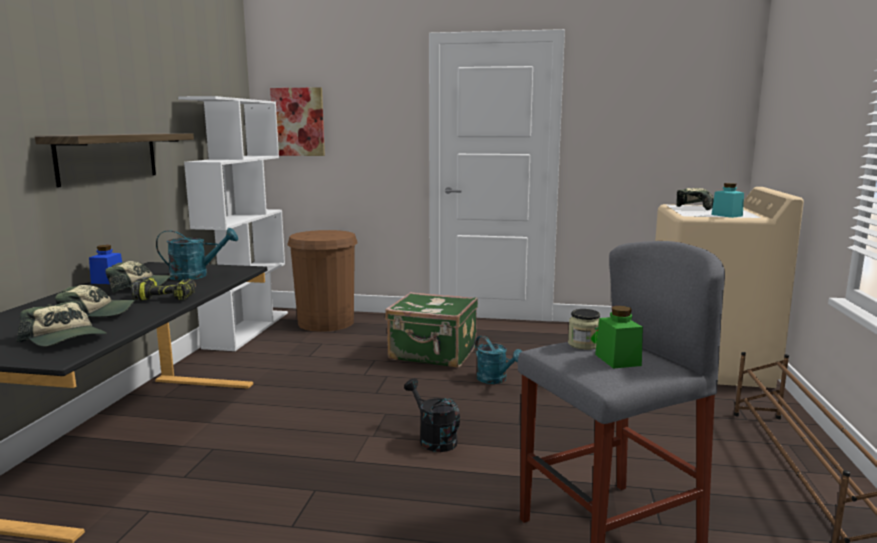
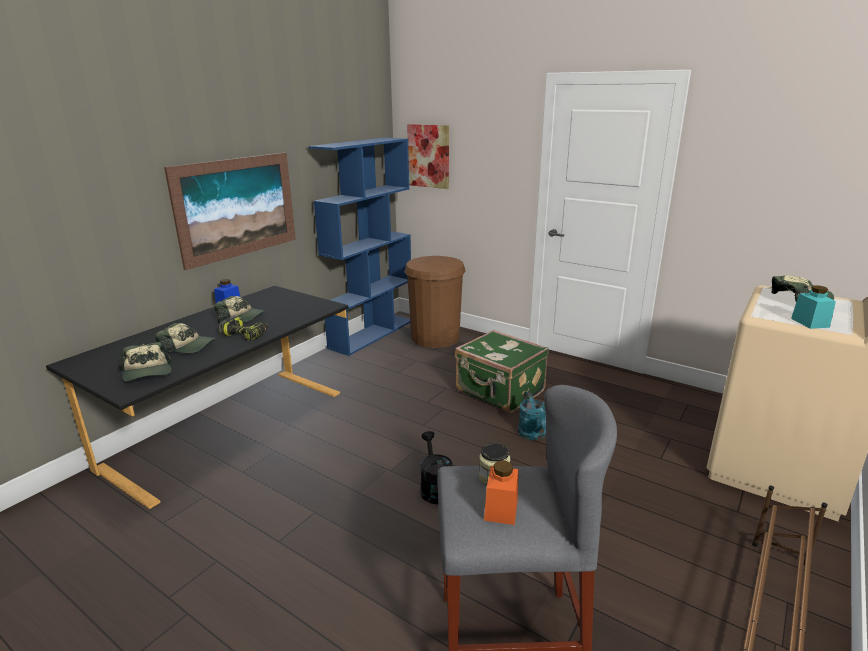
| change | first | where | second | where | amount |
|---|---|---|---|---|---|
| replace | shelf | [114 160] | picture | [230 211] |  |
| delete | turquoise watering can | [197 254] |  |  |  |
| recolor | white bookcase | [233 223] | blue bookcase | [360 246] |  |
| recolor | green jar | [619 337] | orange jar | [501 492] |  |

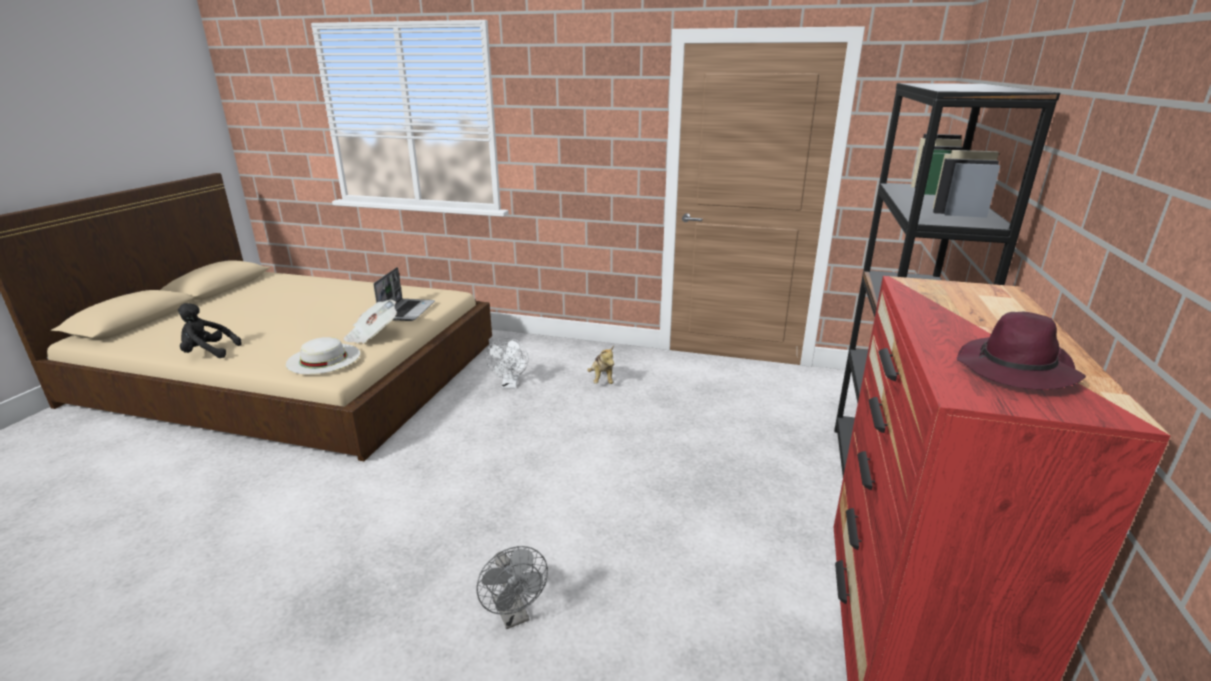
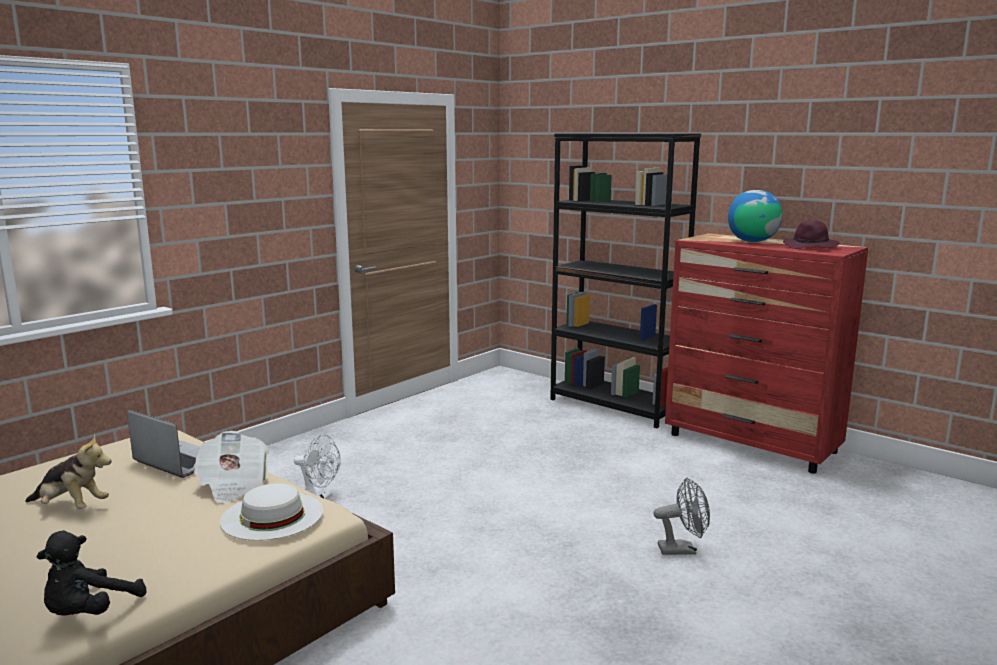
| change | first | where | second | where | amount |
|---|---|---|---|---|---|
| move | plush toy | [600 365] |  | [68 471] |  |
| insert |  |  | globe | [755 216] |  |

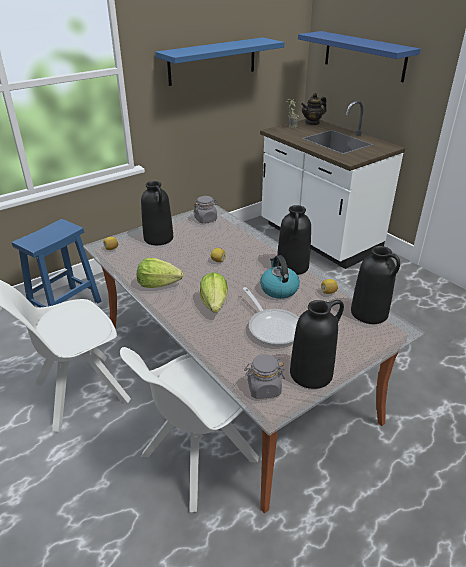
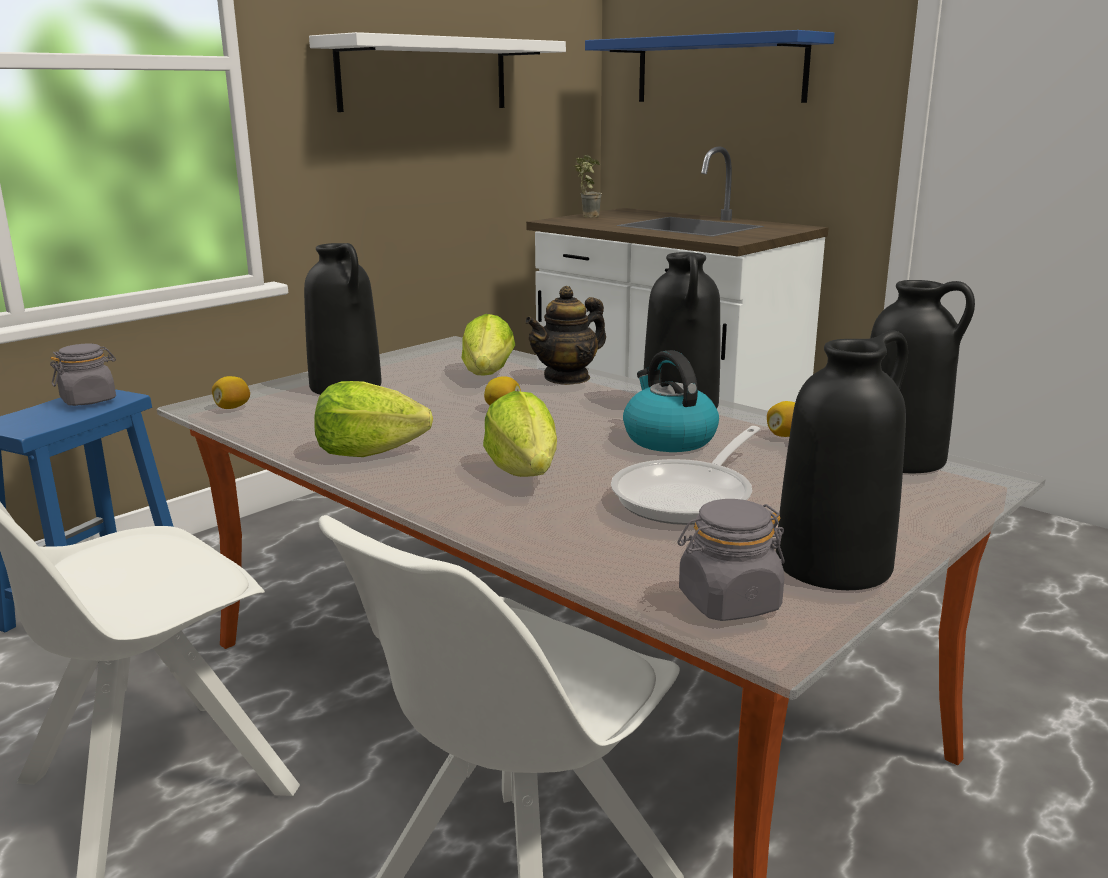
| change | first | where | second | where | amount |
|---|---|---|---|---|---|
| recolor | blue shelf | [220 61] | white shelf | [437 72] |  |
| move | grey jar | [205 209] |  | [83 375] |  |
| rotate | frying pan | [271 316] |  | [685 475] | 75 degrees clockwise |
| move | teapot | [314 109] |  | [565 335] |  |
| insert |  |  | lettuce | [488 344] |  |

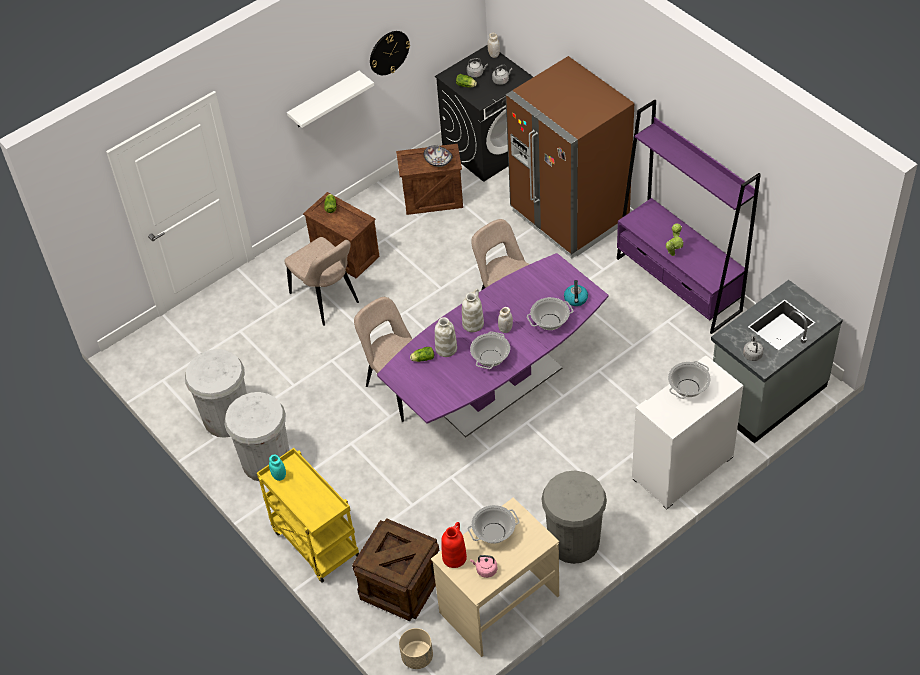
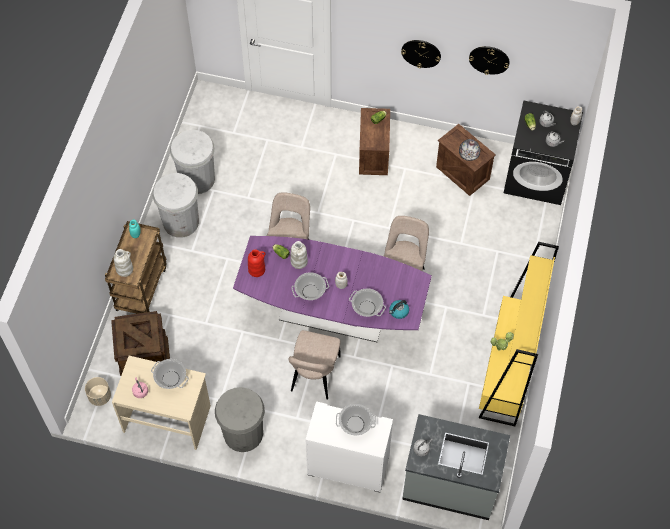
| change | first | where | second | where | amount |
|---|---|---|---|---|---|
| recolor | yellow cart | [308 515] | brown cart | [136 267] |  |
| move | beige chair | [321 281] |  | [314 365] |  |
| replace | white shelf | [330 99] | wall clock | [421 54] |  |
| move | red vase | [454 545] |  | [257 263] |  |
| move | white vase | [473 310] |  | [123 263] |  |
| delete | brown fridge | [569 157] |  |  |  |
| recolor | purple bookcase | [689 217] | yellow bookcase | [519 334] |  |

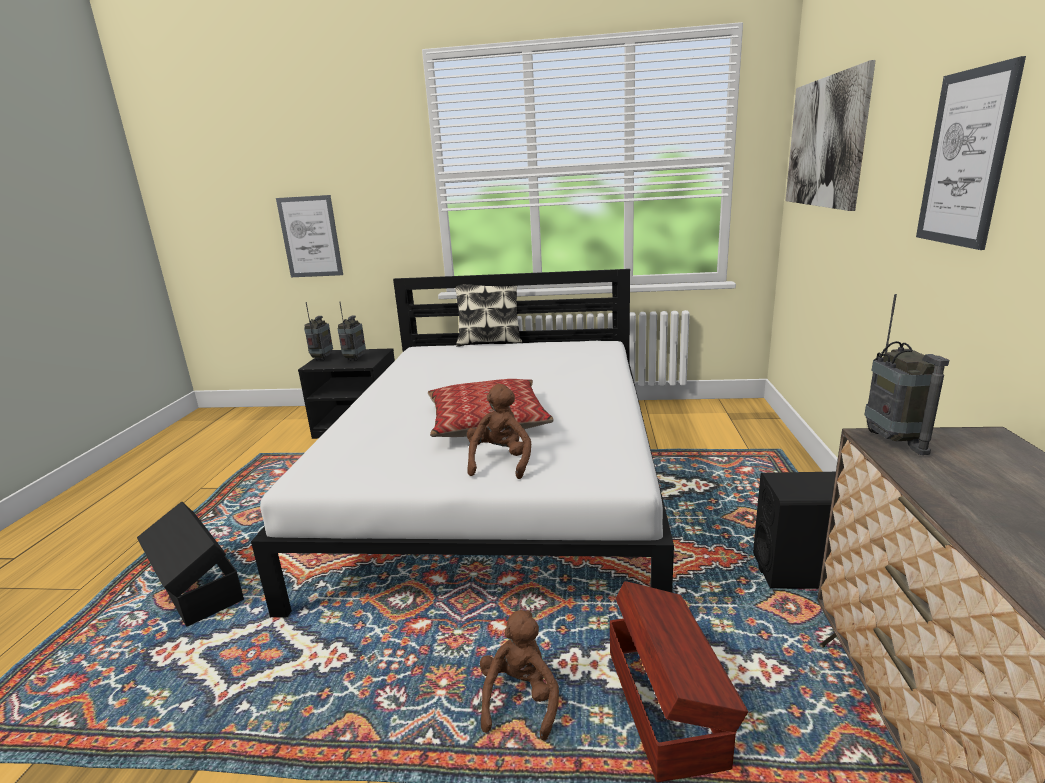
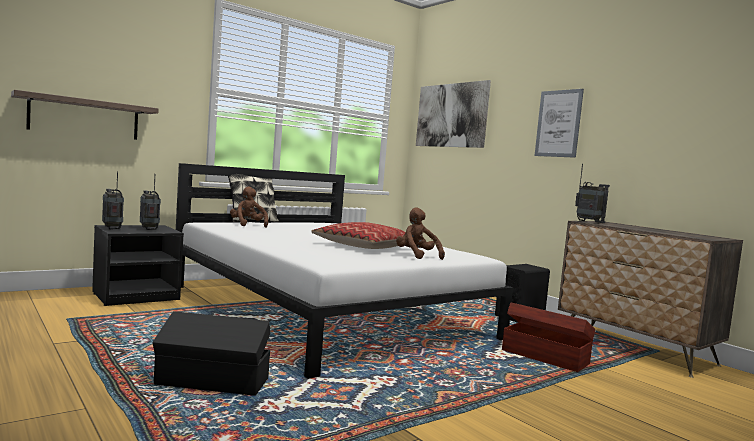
| change | first | where | second | where | amount |
|---|---|---|---|---|---|
| replace | picture | [309 236] | shelf | [85 115] |  |
| move | brown plush toy | [519 675] |  | [249 207] |  |

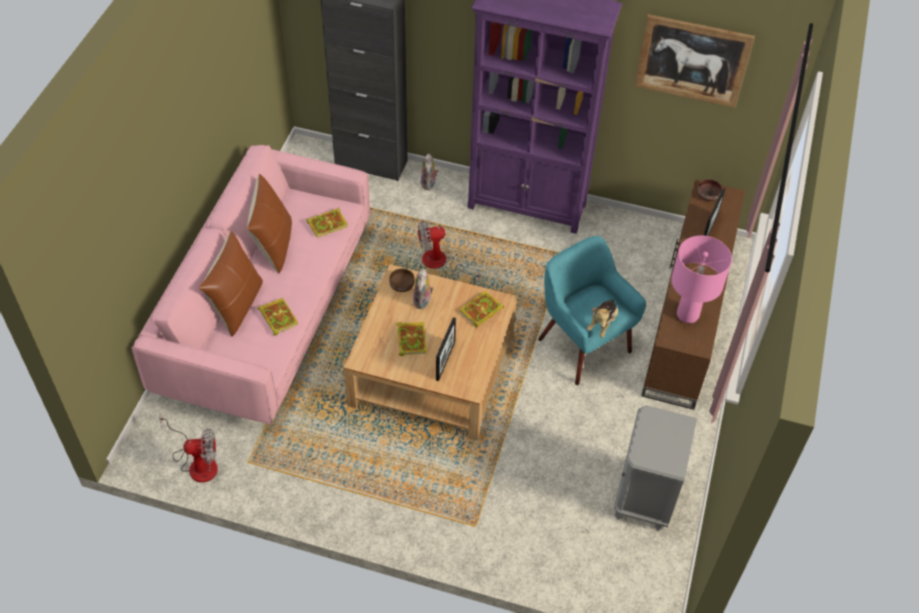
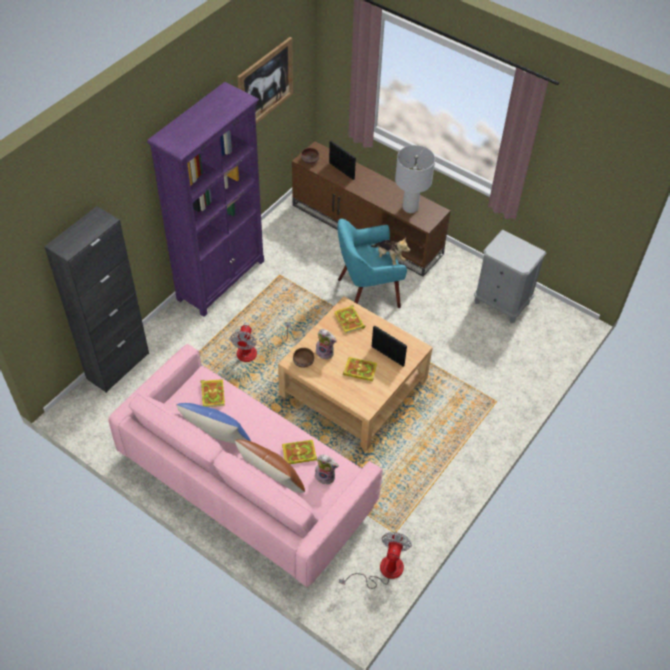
| change | first | where | second | where | amount |
|---|---|---|---|---|---|
| recolor | brown pillow | [269 223] | blue pillow | [213 423] |  |
| move | plush toy | [429 171] |  | [327 469] |  |
| recolor | pink table lamp | [701 279] | grey table lamp | [415 179] |  |

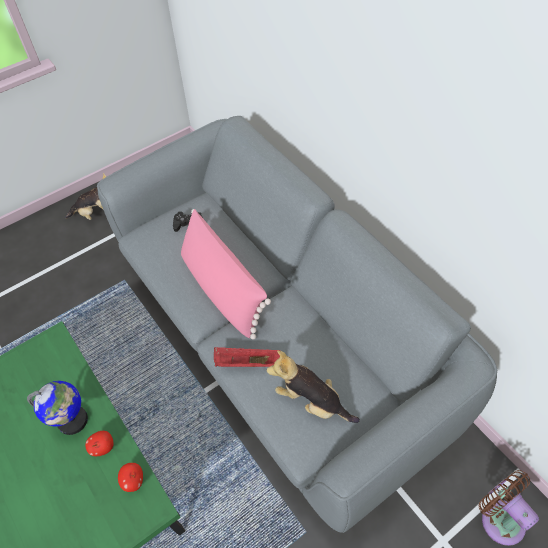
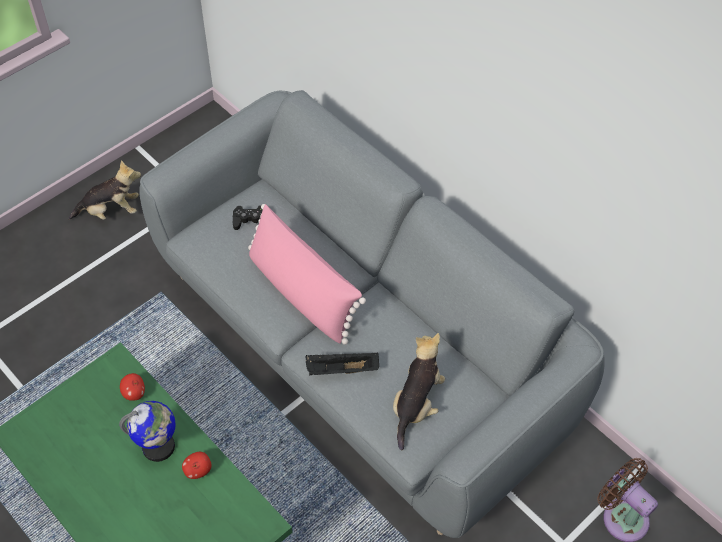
| change | first | where | second | where | amount |
|---|---|---|---|---|---|
| move | apple | [130 477] |  | [132 387] |  |
| recolor | red tray | [247 357] | black tray | [342 364] |  |
| rotate | plush toy | [313 386] |  | [419 391] | 90 degrees clockwise |

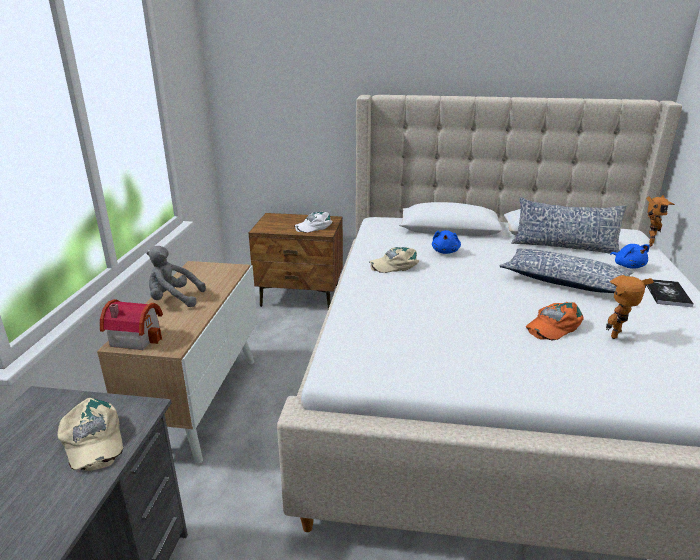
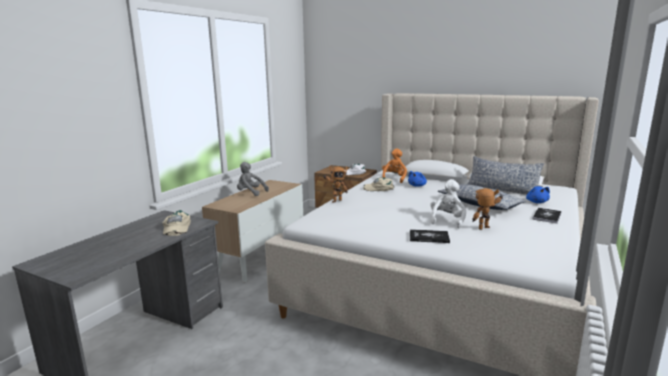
| change | first | where | second | where | amount |
|---|---|---|---|---|---|
| delete | toy house | [131 324] |  |  |  |
| replace | orange cap | [555 321] | white plush toy | [448 203] |  |
| move | toy robot | [660 221] |  | [335 183] |  |
| insert |  |  | orange plush toy | [394 165] |  |
| insert |  |  | book | [430 236] |  |

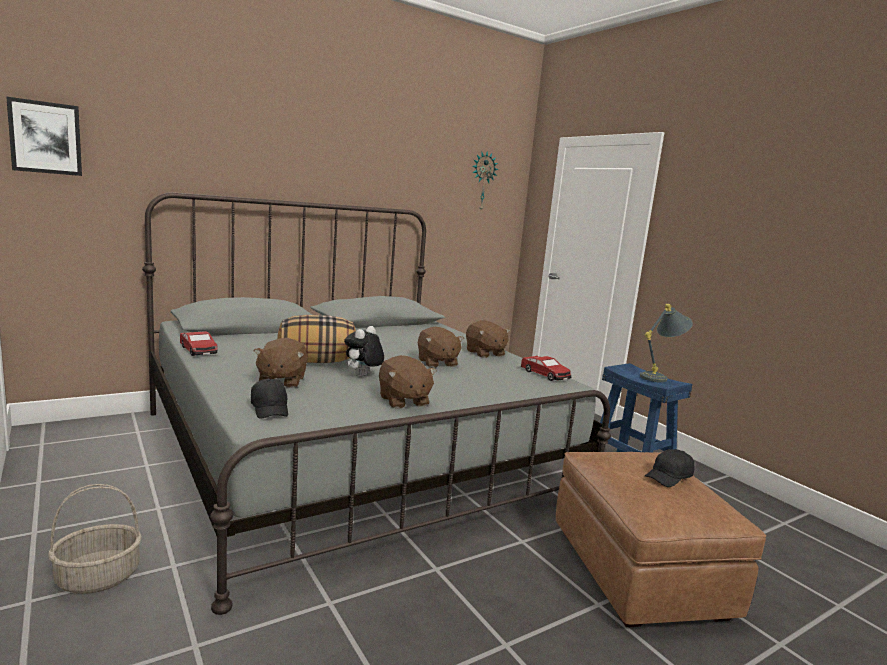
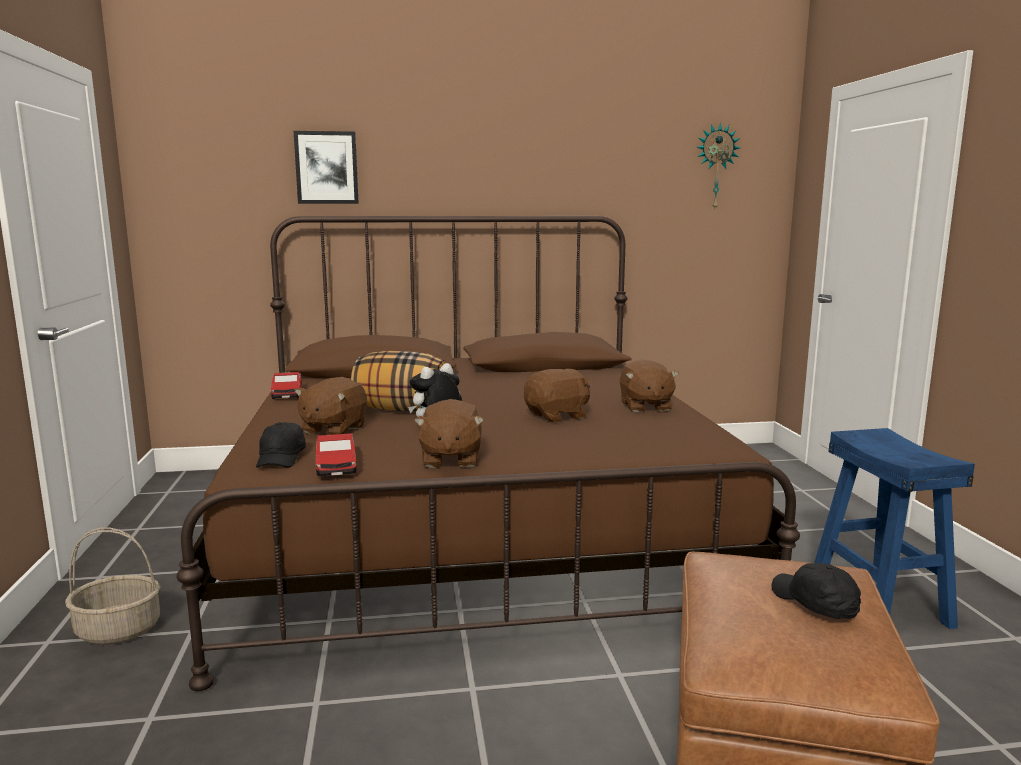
| change | first | where | second | where | amount |
|---|---|---|---|---|---|
| move | picture | [44 136] |  | [326 167] |  |
| recolor | grey bed | [376 403] | brown bed | [488 453] |  |
| rotate | brown plush toy | [441 347] |  | [557 396] | 120 degrees counterclockwise |
| move | toy car | [546 368] |  | [336 454] |  |
| delete | grey table lamp | [666 343] |  |  |  |
| rotate | black cap | [670 468] |  | [816 591] | 75 degrees clockwise |

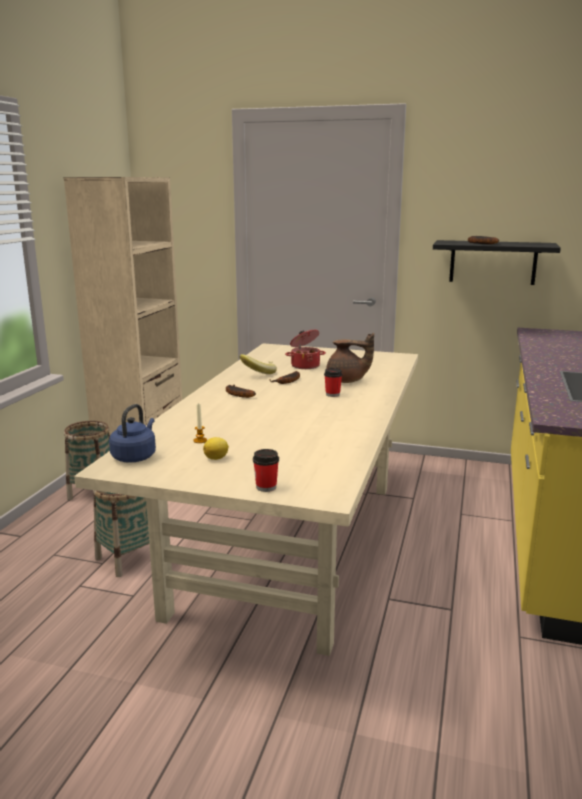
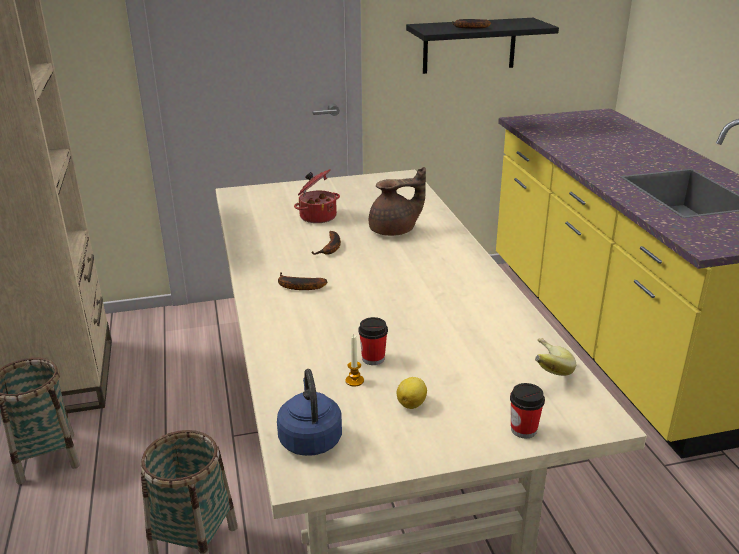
| change | first | where | second | where | amount |
|---|---|---|---|---|---|
| move | banana | [258 364] |  | [555 357] |  |
| move | cup | [333 382] |  | [373 341] |  |

